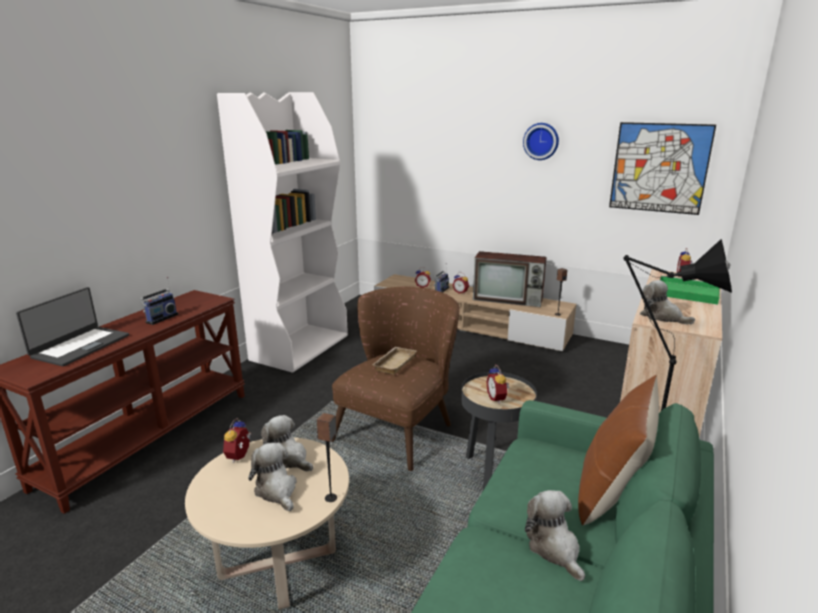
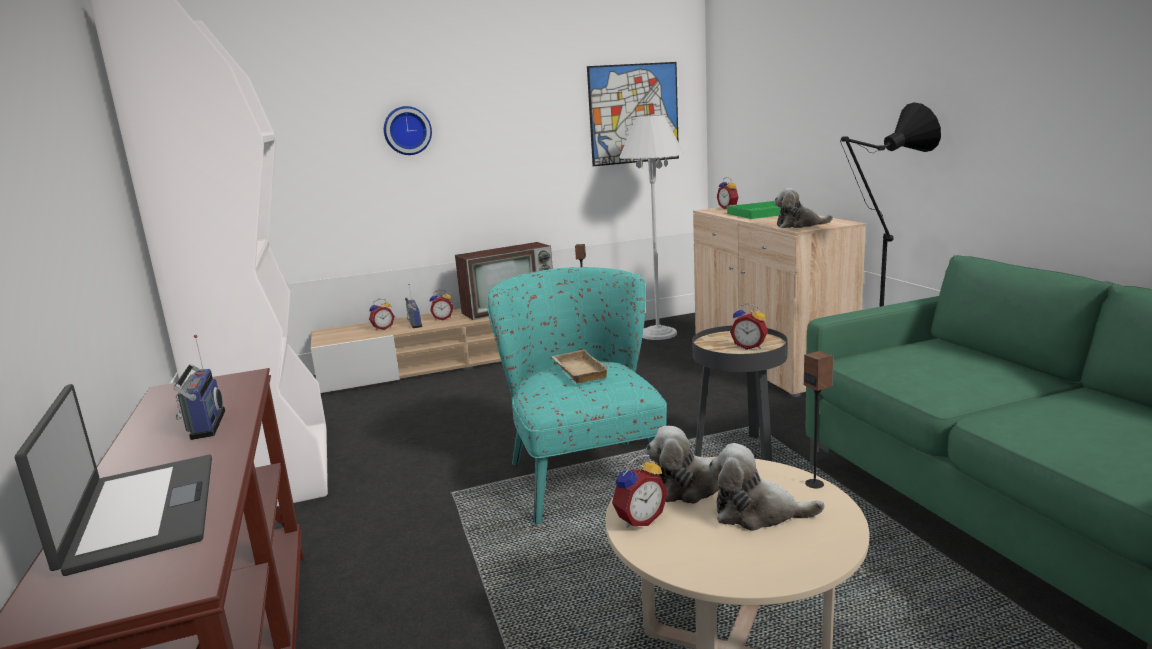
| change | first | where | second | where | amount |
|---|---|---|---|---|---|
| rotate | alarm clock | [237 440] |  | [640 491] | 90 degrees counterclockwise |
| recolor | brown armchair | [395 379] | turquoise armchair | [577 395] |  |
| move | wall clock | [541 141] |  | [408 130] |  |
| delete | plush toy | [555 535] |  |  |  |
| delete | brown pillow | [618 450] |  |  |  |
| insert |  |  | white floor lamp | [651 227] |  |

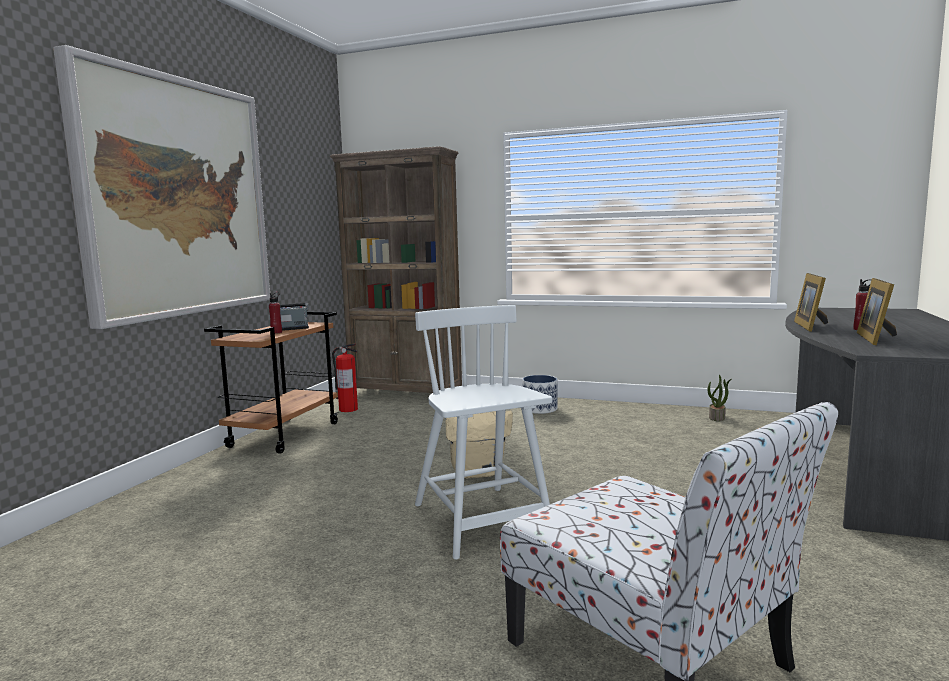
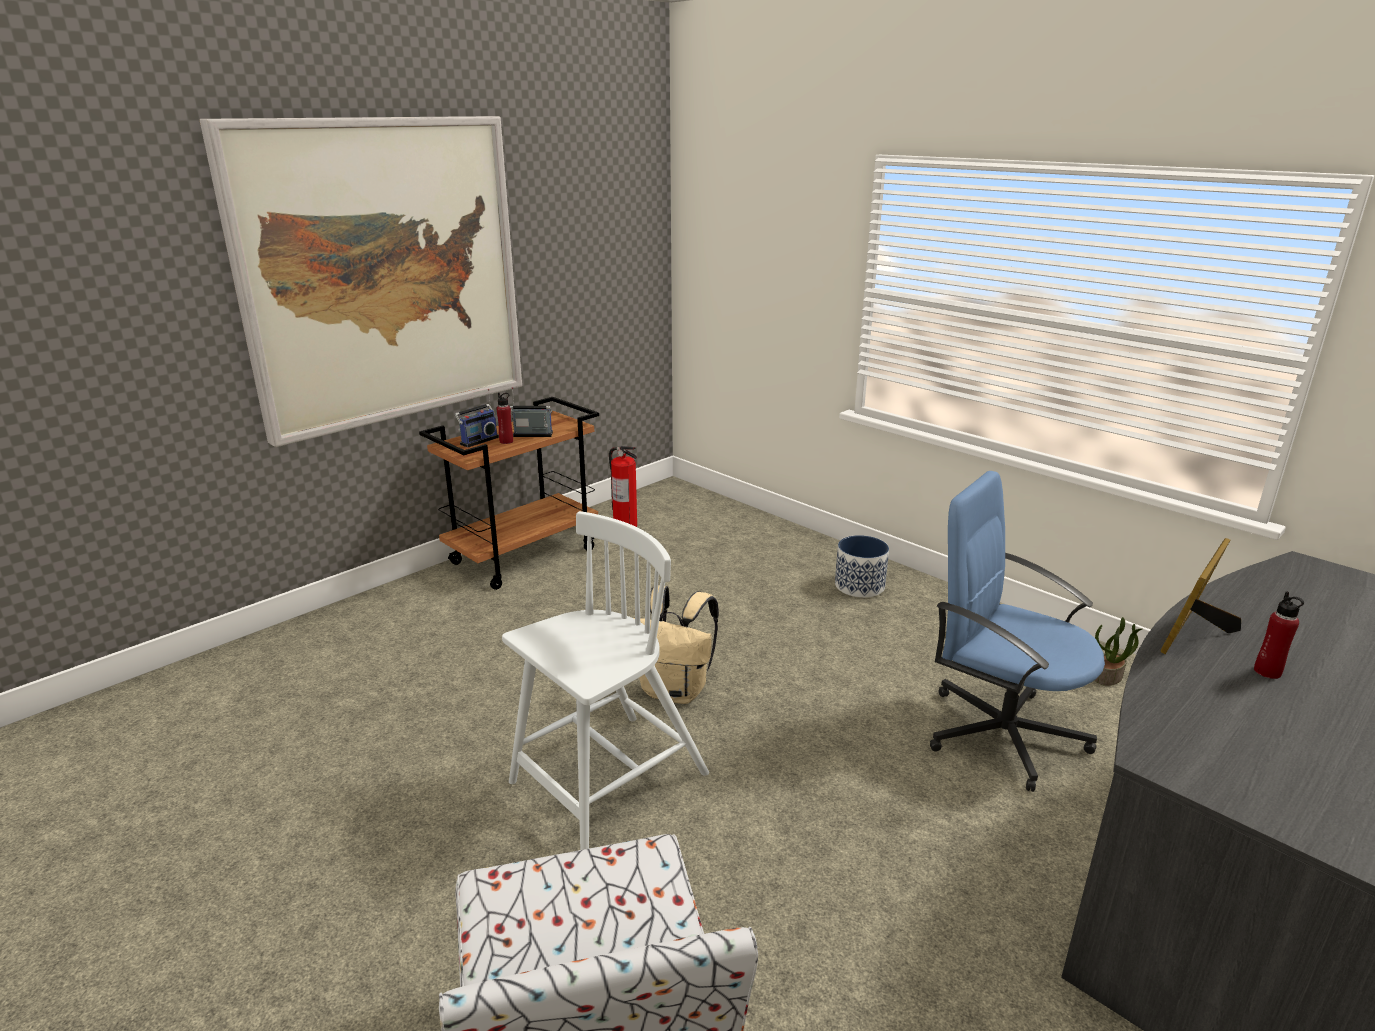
| change | first | where | second | where | amount |
|---|---|---|---|---|---|
| delete | brown bookcase | [396 269] |  |  |  |
| rotate | white chair | [484 432] |  | [605 680] | 45 degrees clockwise |
| delete | picture frame | [877 311] |  |  |  |
| insert |  |  | radio | [477 418] |  |
| insert |  |  | blue office chair | [1017 631] |  |

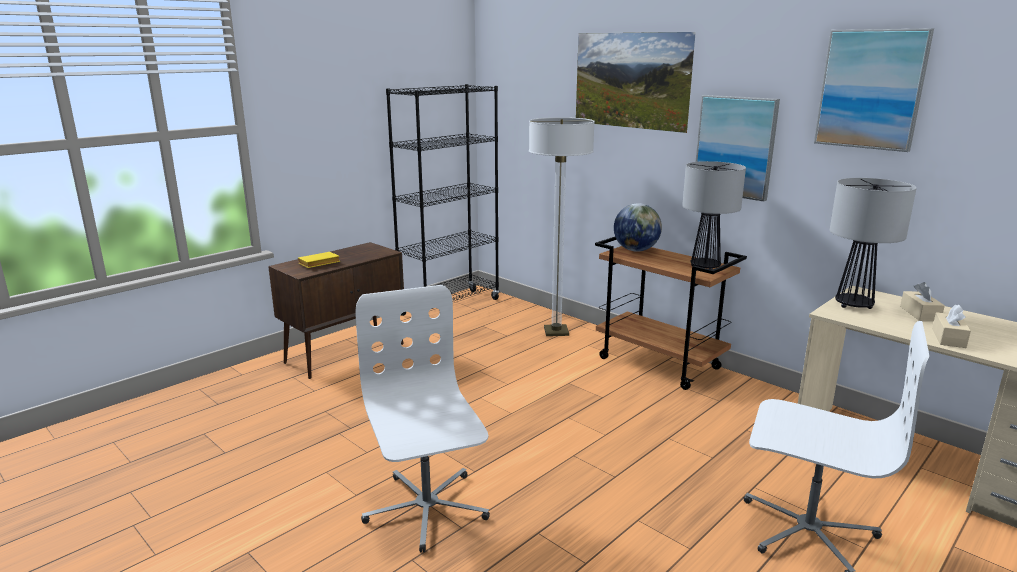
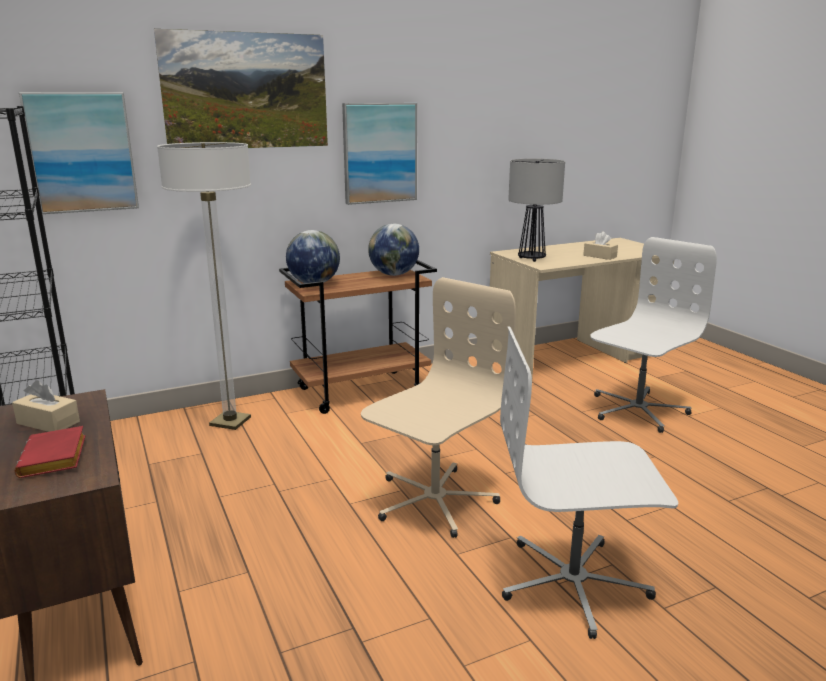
| change | first | where | second | where | amount |
|---|---|---|---|---|---|
| recolor | yellow book | [319 260] | red book | [50 452] |  |
| replace | table lamp | [714 215] | globe | [393 250] |  |
| move | picture | [874 90] |  | [79 153] |  |
| move | beige tissue box | [922 301] |  | [46 406] |  |
| insert |  |  | beige office chair | [438 407] |  |

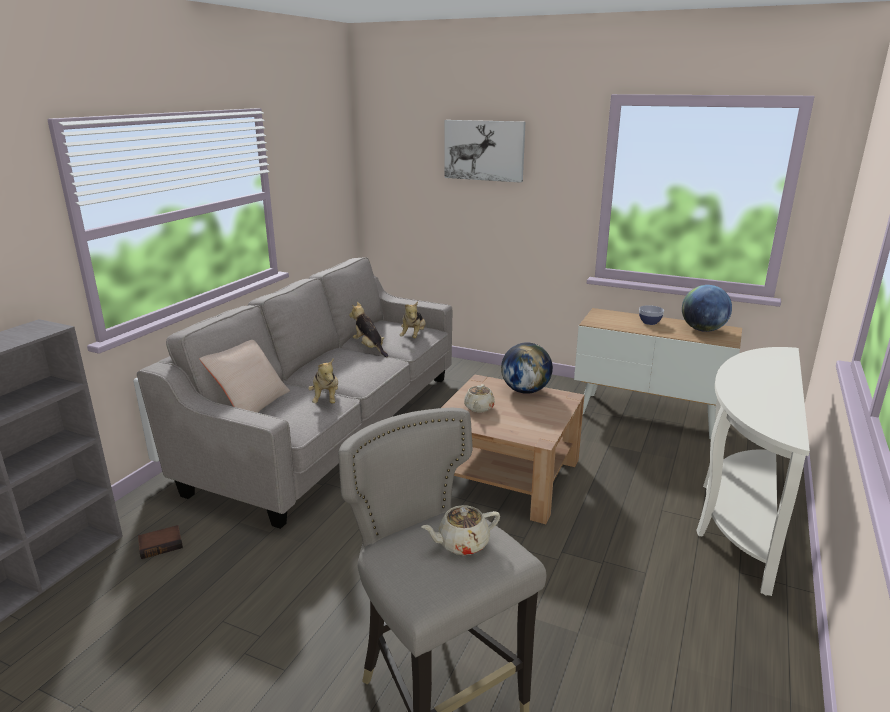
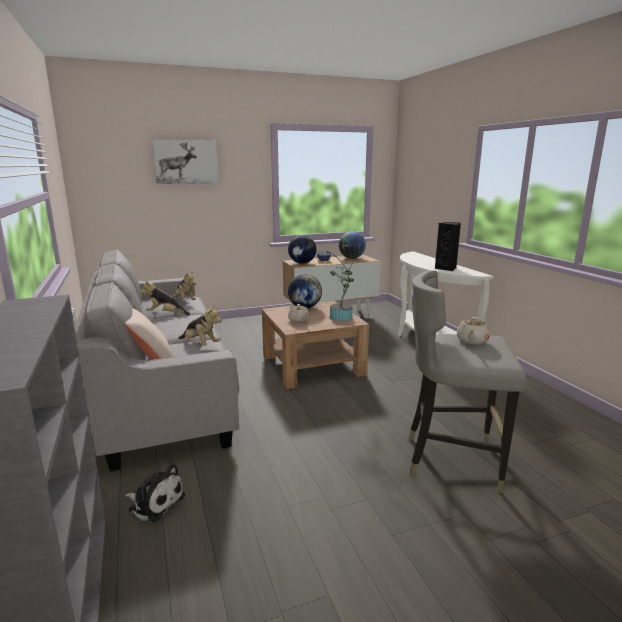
| change | first | where | second | where | amount |
|---|---|---|---|---|---|
| replace | book | [160 542] | plush toy | [155 493] |  |
| insert |  |  | globe | [302 249] |  |
| insert |  |  | potted plant | [343 282] |  |
| insert |  |  | black speaker | [448 246] |  |

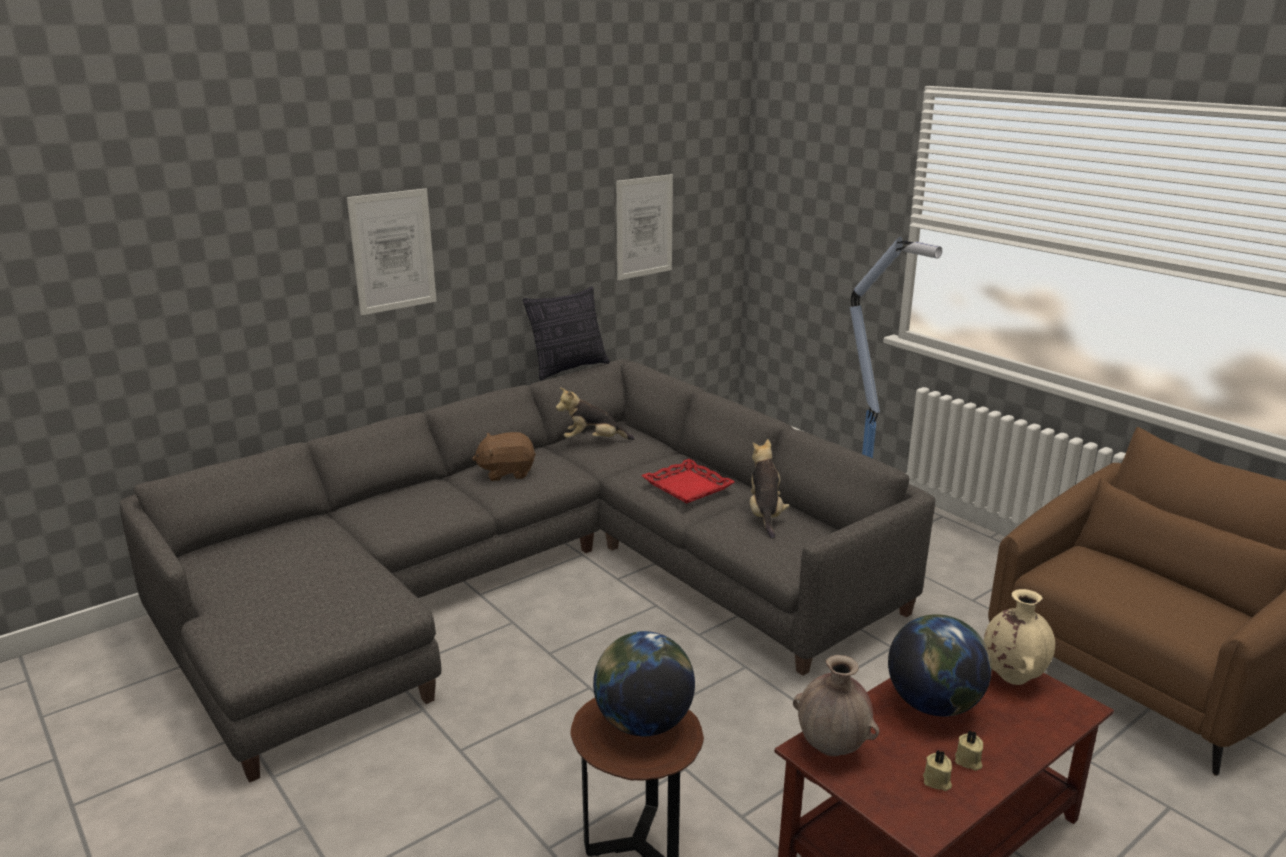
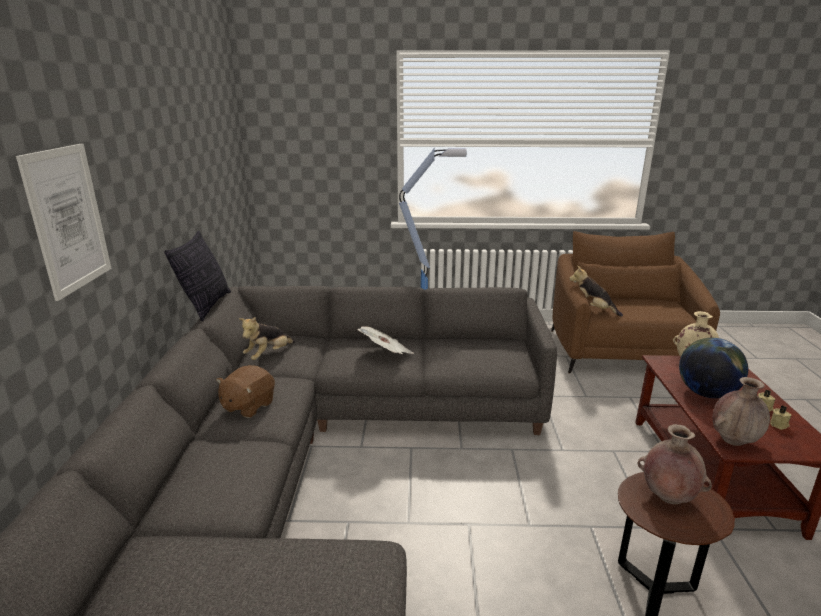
| change | first | where | second | where | amount |
|---|---|---|---|---|---|
| replace | globe | [644 683] | brown vase | [675 464] |  |
| delete | picture | [644 227] |  |  |  |
| replace | red tray | [688 481] | newspaper | [385 340] |  |
| move | plush toy | [770 489] |  | [596 291] |  |

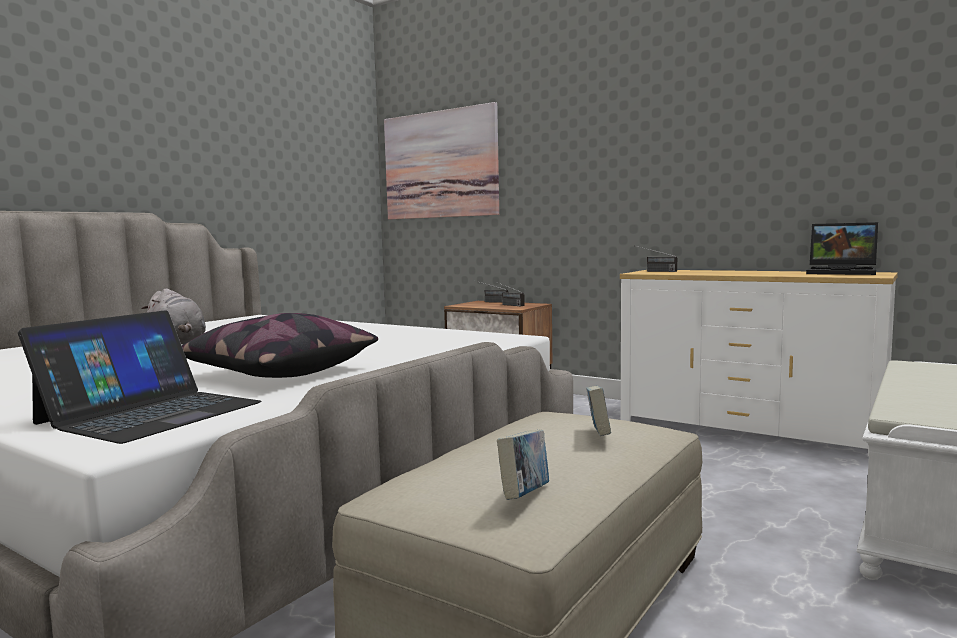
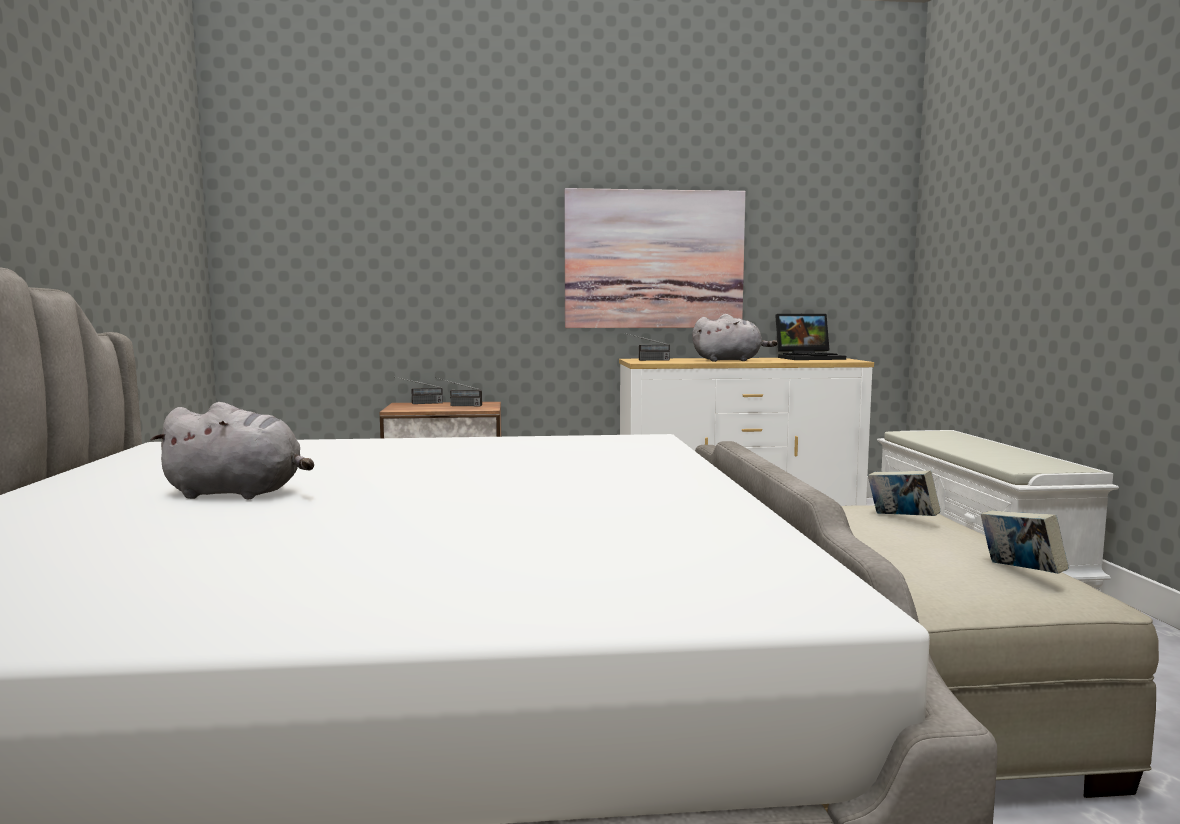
| change | first | where | second | where | amount |
|---|---|---|---|---|---|
| delete | laptop | [140 377] |  |  |  |
| delete | pillow | [279 345] |  |  |  |
| move | picture | [441 160] |  | [655 258] |  |
| insert |  |  | grey plush toy | [735 338] |  |

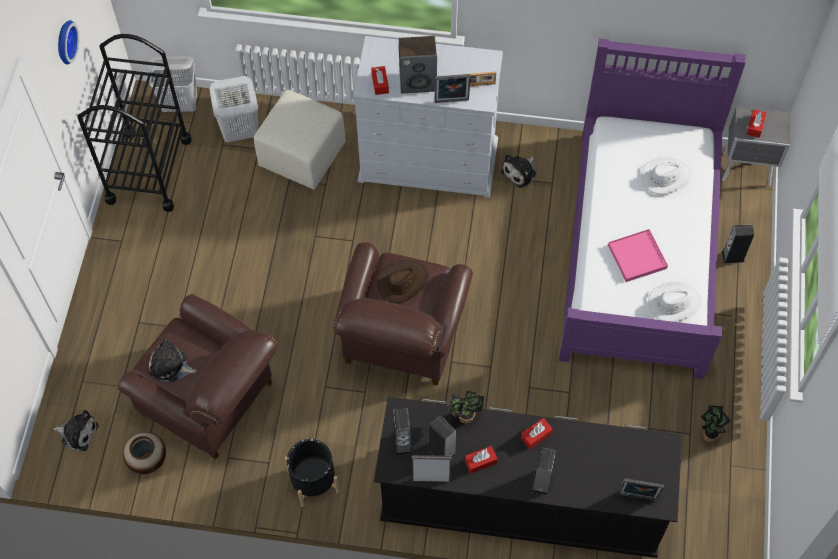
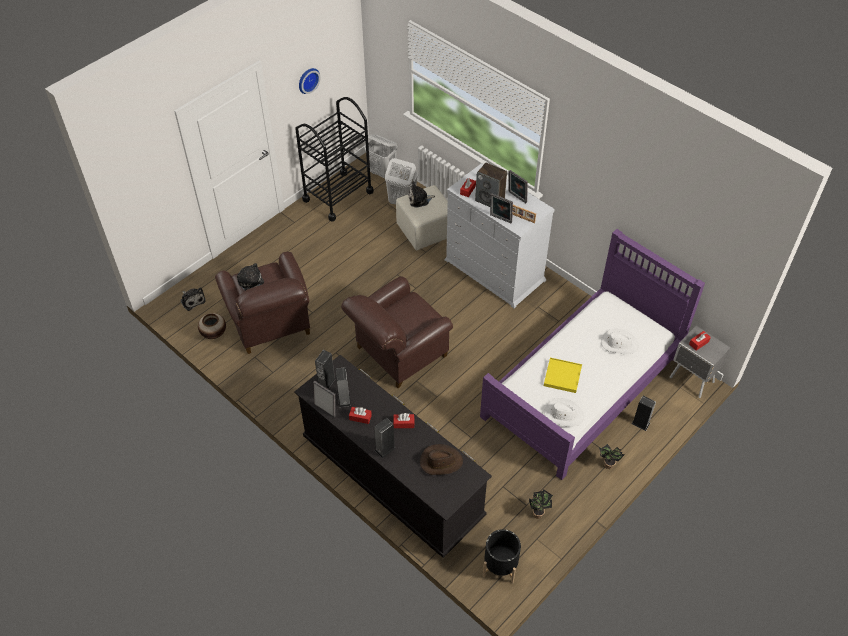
| change | first | where | second | where | amount |
|---|---|---|---|---|---|
| move | black planter | [312 473] |  | [502 556] |  |
| move | brown hat | [402 281] |  | [441 459] |  |
| move | potted plant | [465 407] |  | [612 456] |  |
| move | plush toy | [518 171] |  | [421 194] |  |
| recolor | pink tray | [638 255] | yellow tray | [563 375] |  |
| move | picture frame | [641 489] |  | [518 186] |  |

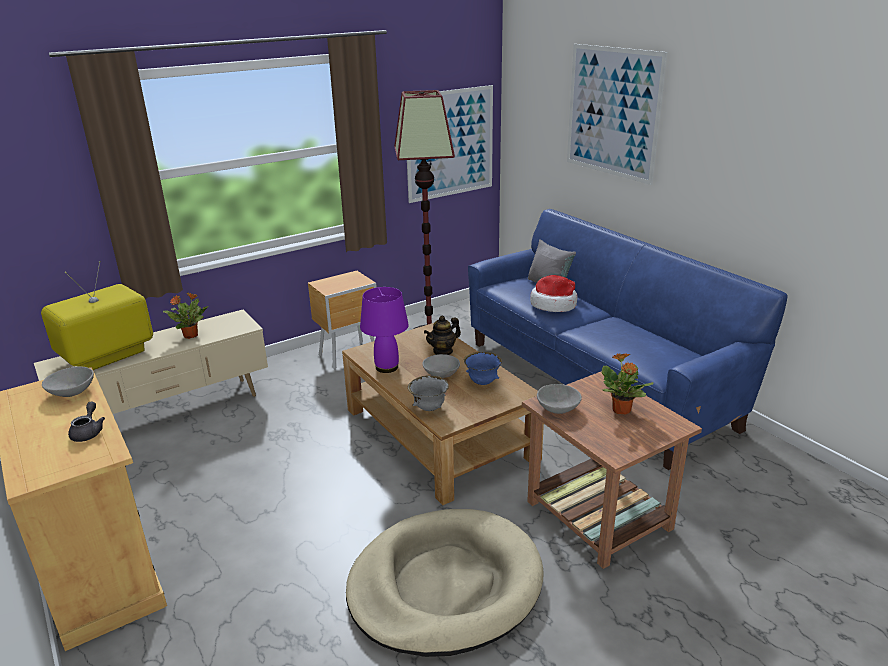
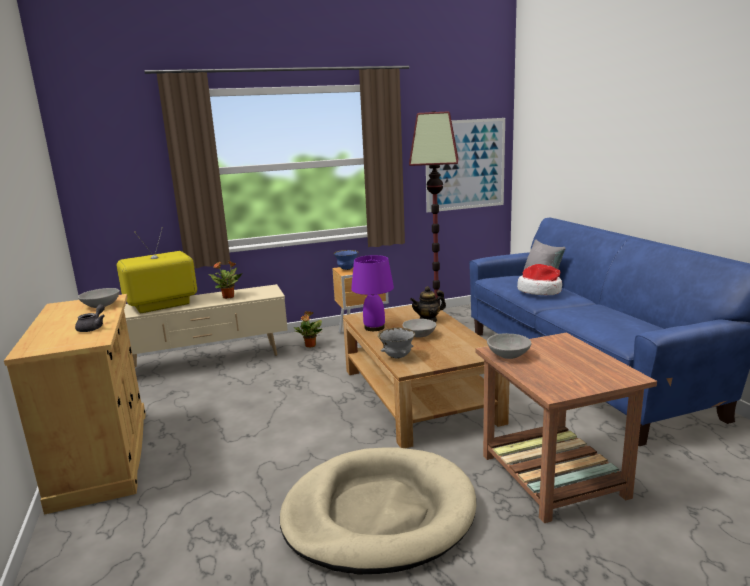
| change | first | where | second | where | amount |
|---|---|---|---|---|---|
| move | blue bowl | [483 368] |  | [346 260] |  |
| delete | picture | [617 114] |  |  |  |
| move | potted plant | [628 383] |  | [308 329] |  |

